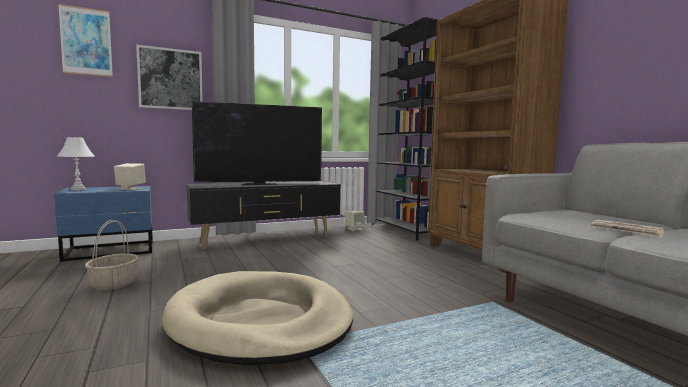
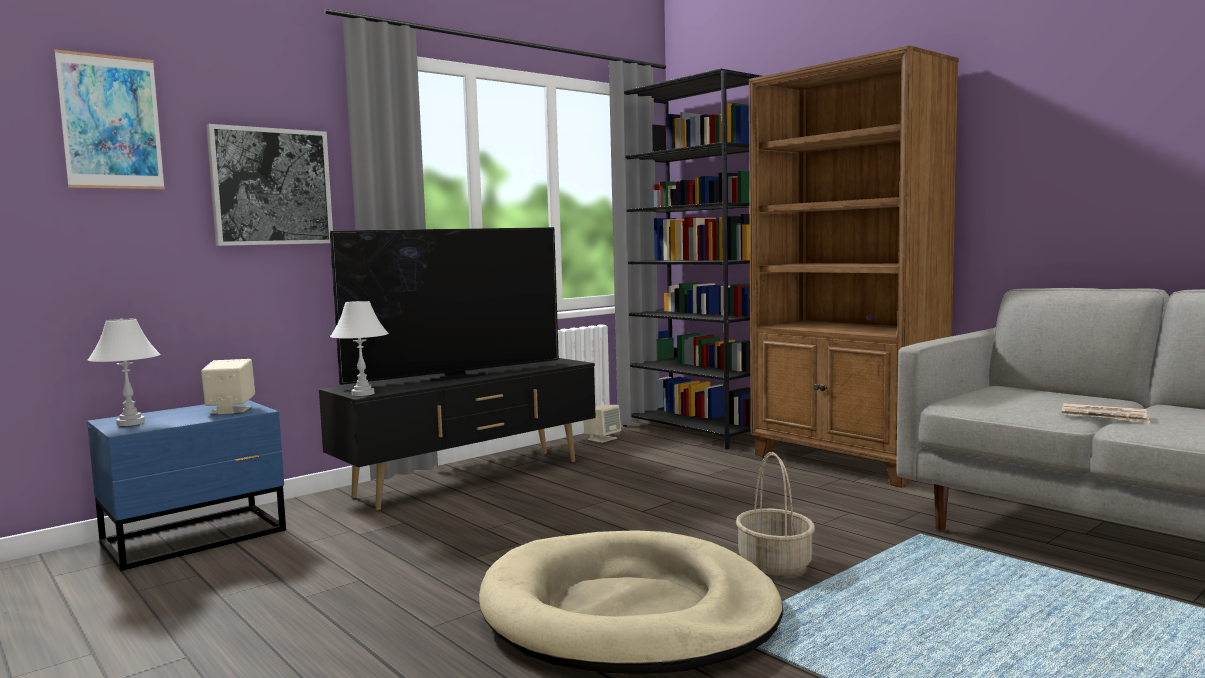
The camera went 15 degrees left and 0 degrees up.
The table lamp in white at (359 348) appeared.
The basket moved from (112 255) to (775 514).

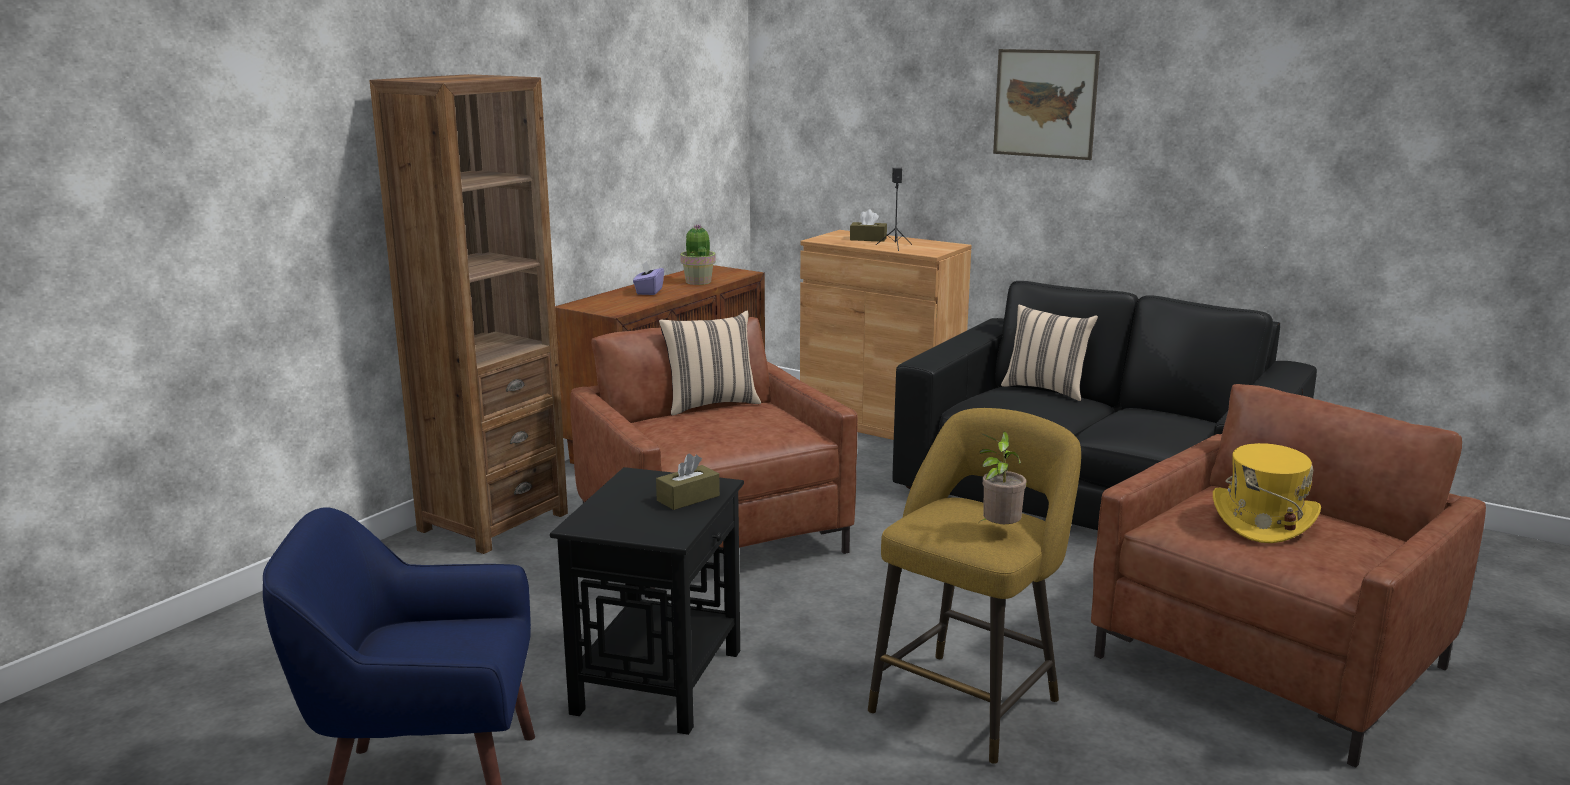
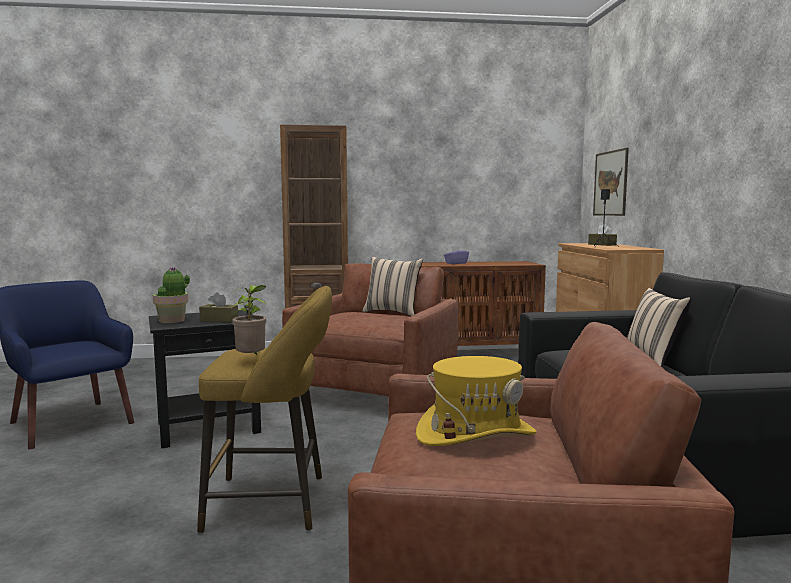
The camera went 50 degrees right and 10 degrees down.
The potted plant moved from (698 254) to (171 295).
The picture moved from (1046 104) to (611 182).

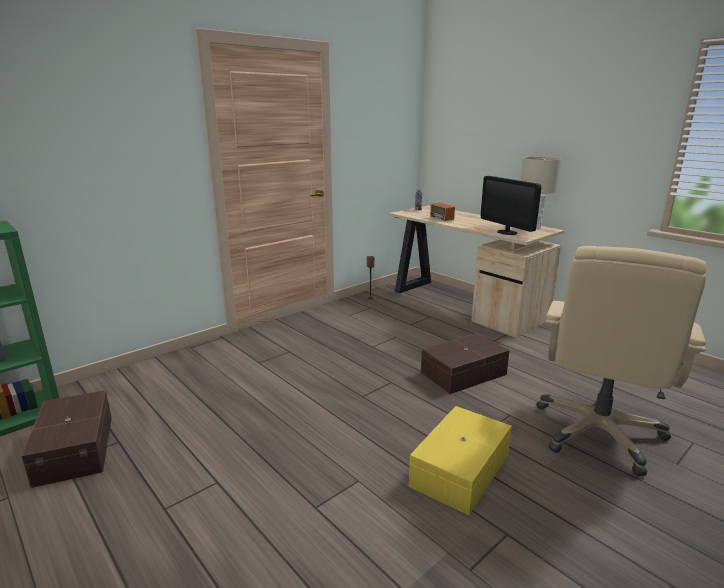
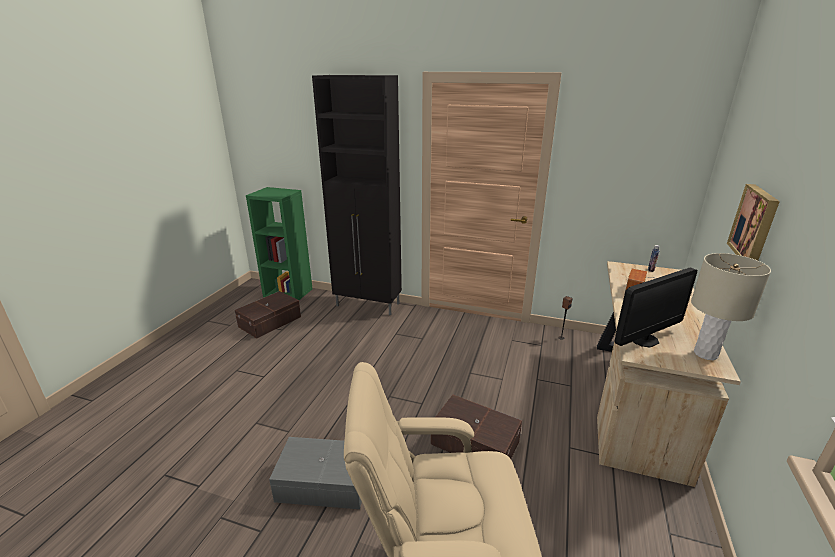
The camera went 60 degrees right and 5 degrees up.
The storage box in yellow at (460 460) became the storage box in grey at (315 473).
The cabinet in black at (357 195) appeared.
The monitor at (511 205) turned 150 degrees counterclockwise.
The picture at (753 222) appeared.

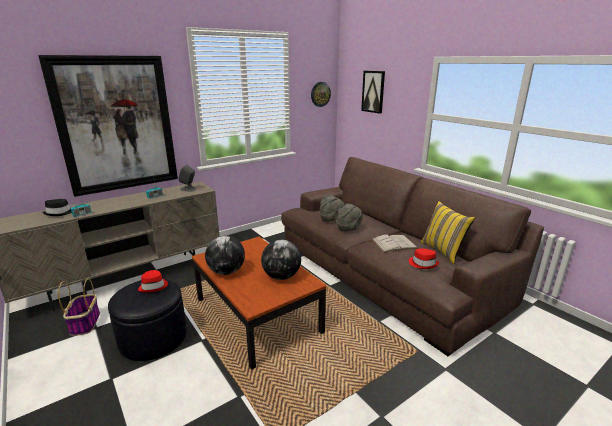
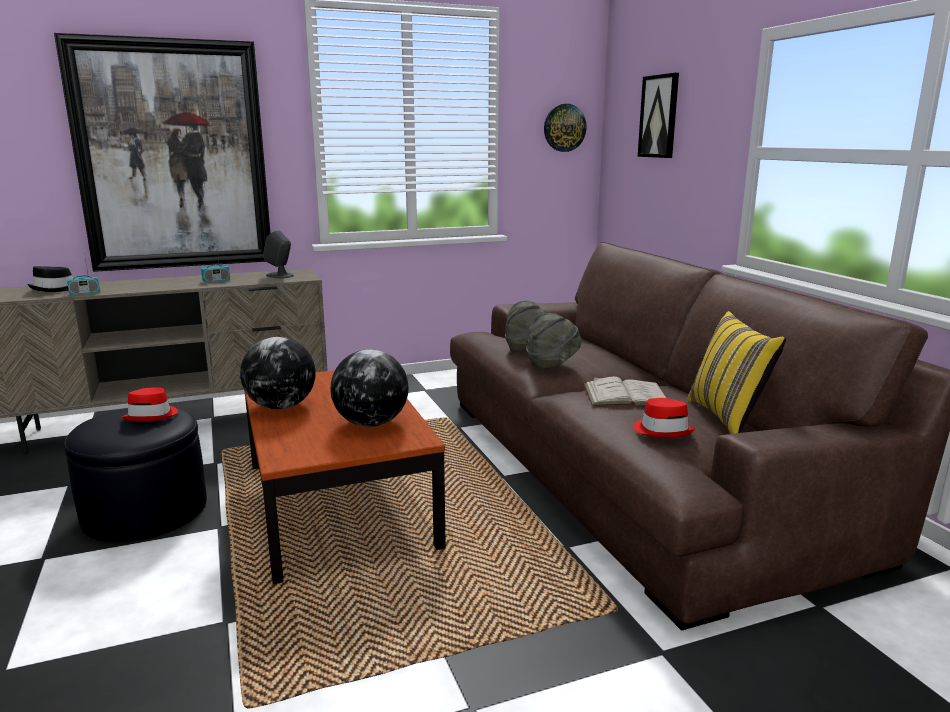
The camera went 15 degrees right and 5 degrees down.
The basket at (79 307) disappeared.

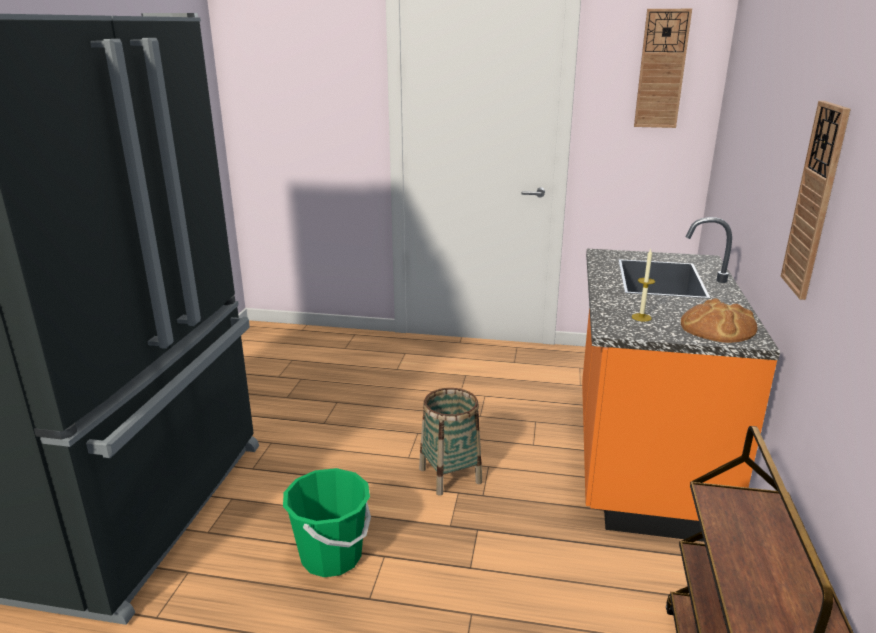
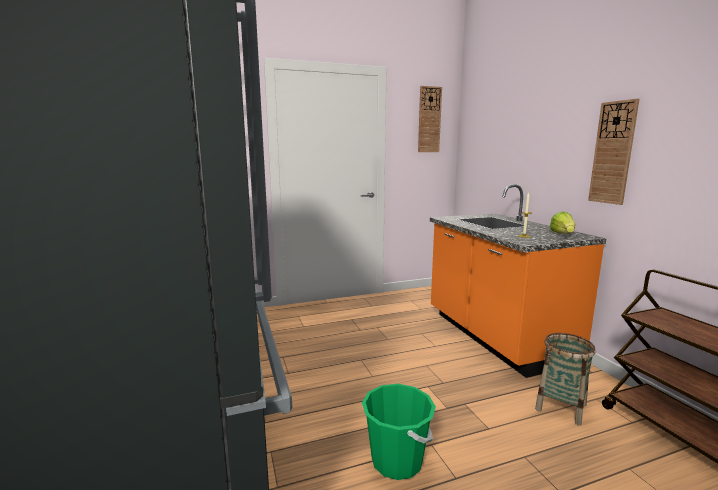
The camera went 30 degrees left and 10 degrees down.
The basket moved from (450 442) to (565 379).
The bread at (719 320) was replaced by the lettuce at (563 222).

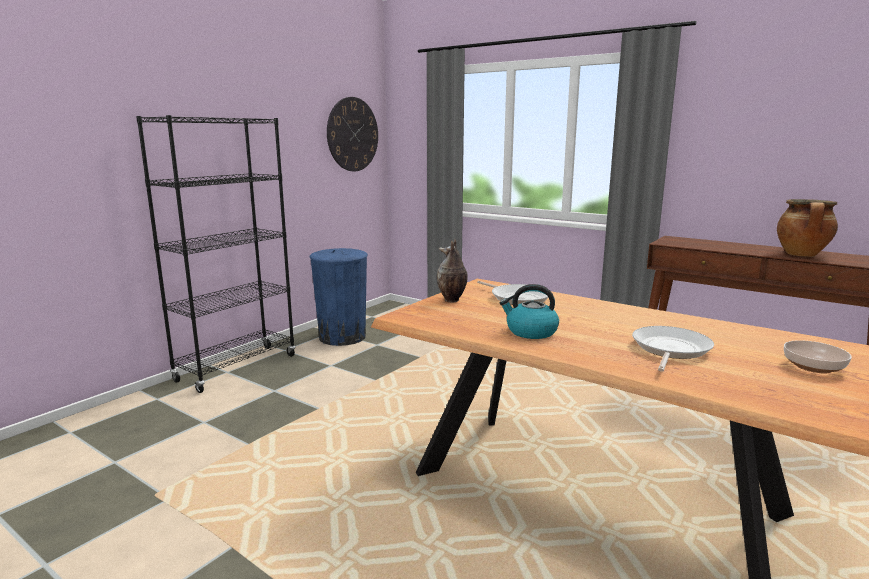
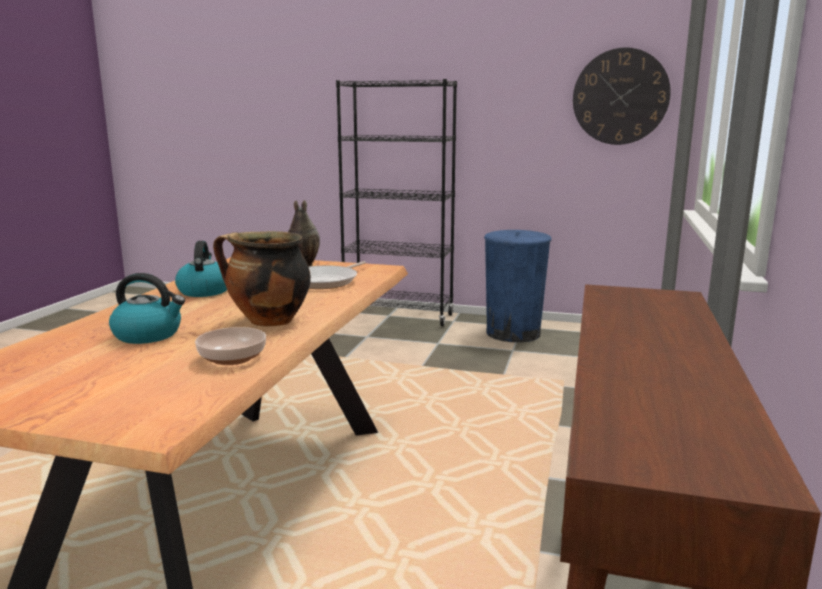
The camera went 70 degrees right and 0 degrees up.
The frying pan at (673 349) was replaced by the kettle at (147 308).
The bowl moved from (818 356) to (230 346).
The cooking pot moved from (807 228) to (262 279).

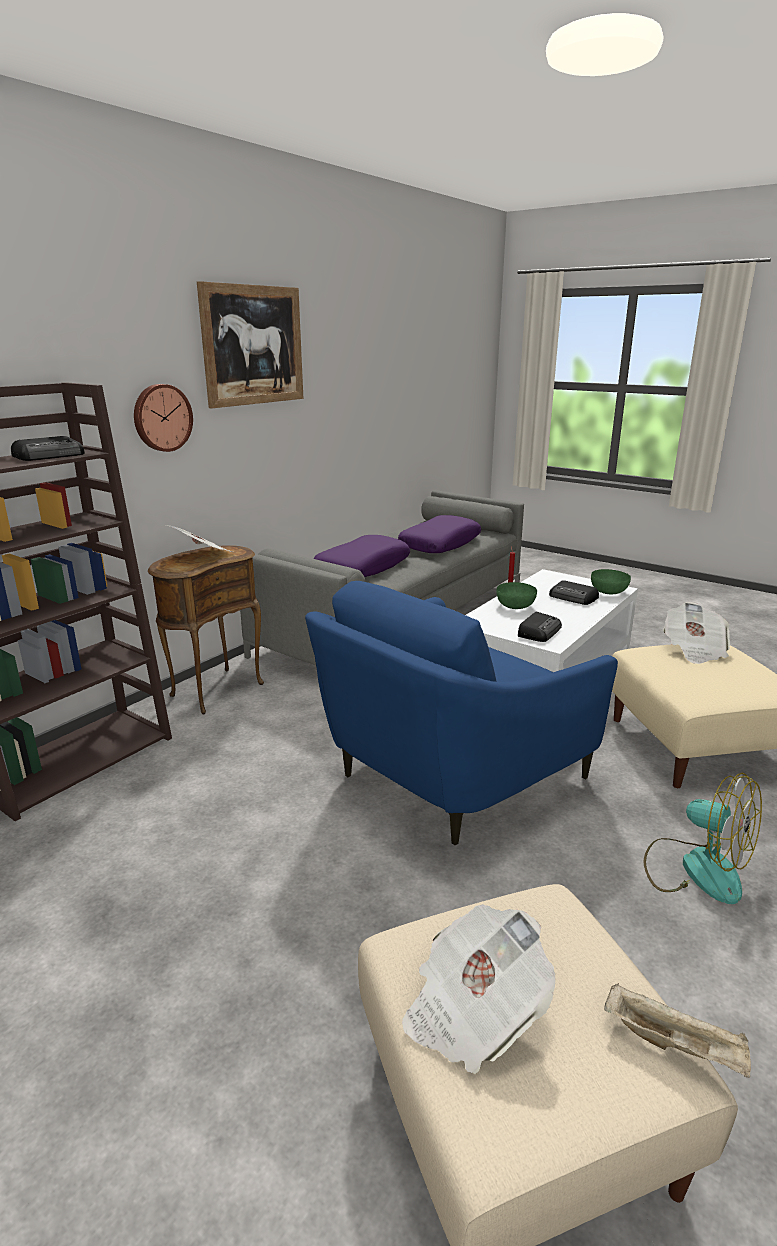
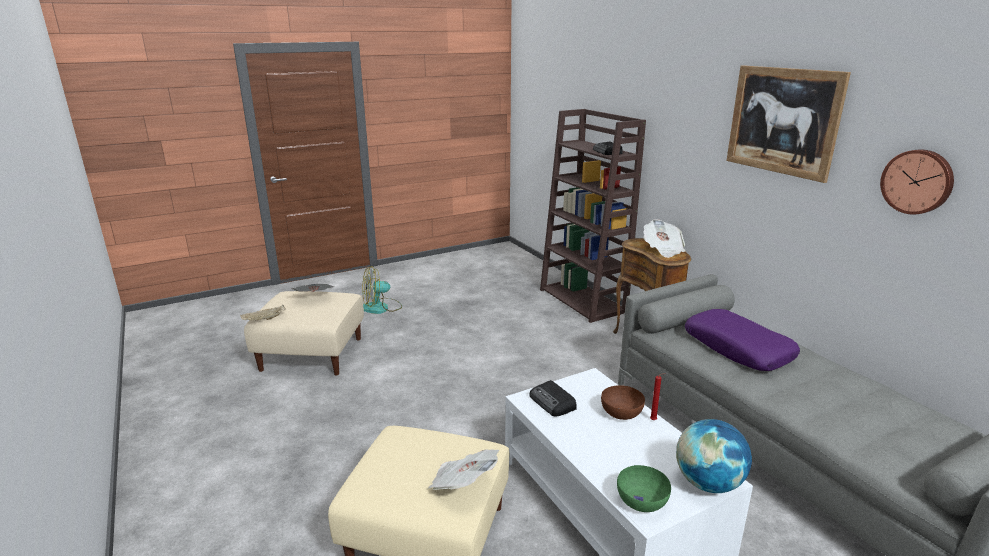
The camera went 115 degrees right and 0 degrees up.
The fan moved from (702 838) to (382 290).
The bowl in green at (516 595) became the bowl in brown at (623 402).
The globe at (714 456) appeared.
The wall clock moved from (163 418) to (917 182).
The armchair in blue at (461 713) disappeared.
The pillow in purple at (439 534) disappeared.
The radio at (574 592) disappeared.

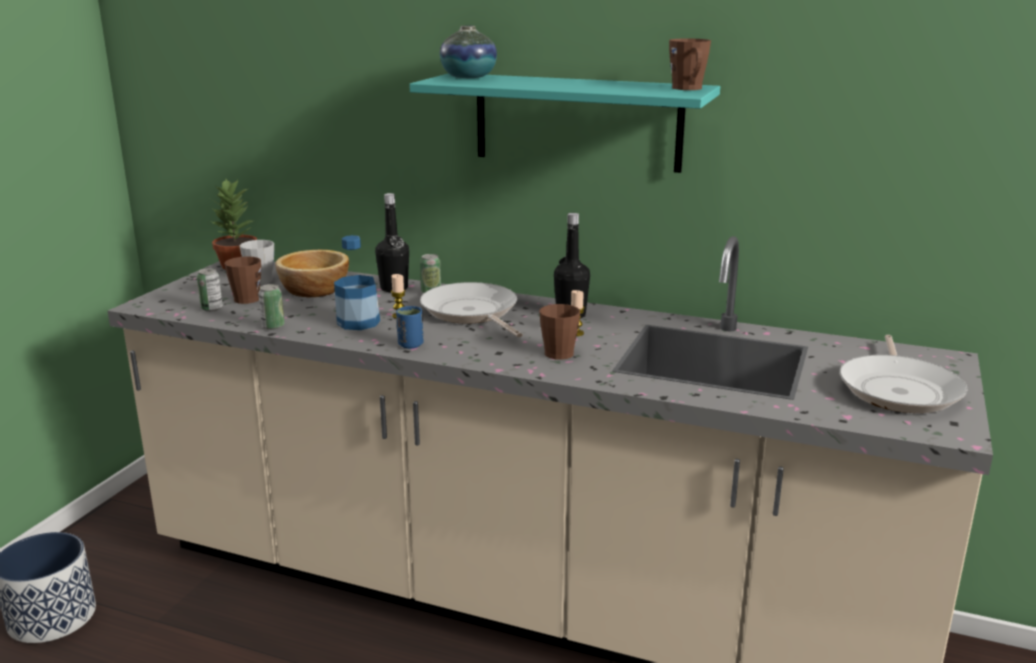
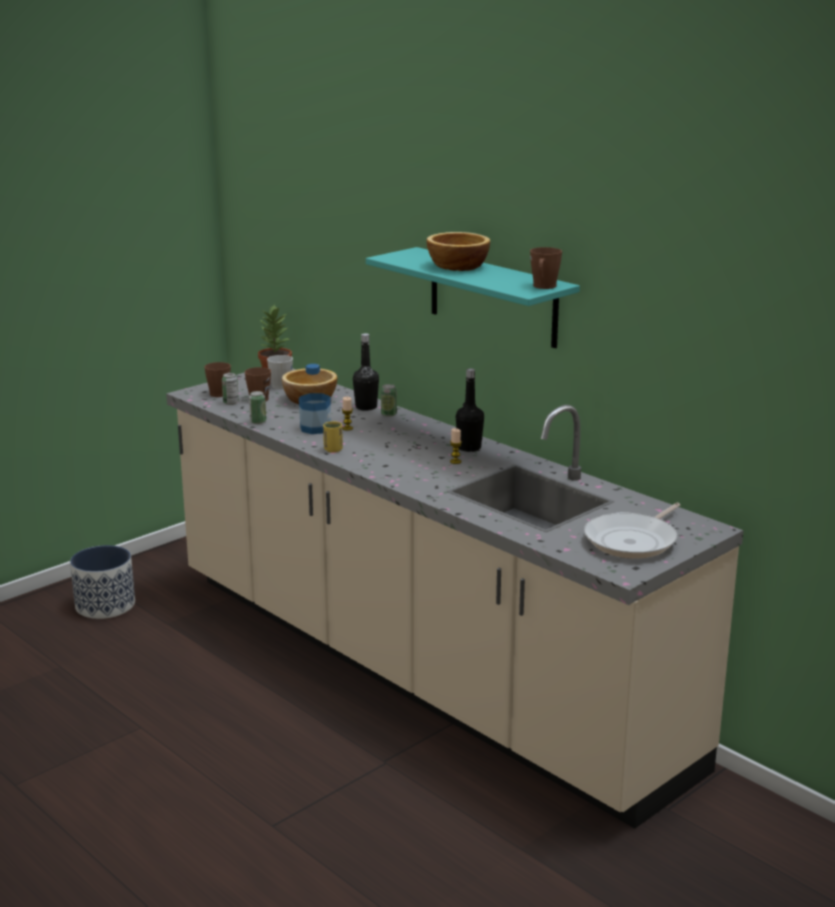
The camera went 25 degrees right and 0 degrees up.
The mug in brown moved from (559 332) to (217 379).
The cup in blue at (410 327) became the cup in yellow at (333 437).
The bowl at (458 251) appeared.
The frying pan at (471 309) disappeared.
The vase at (468 51) disappeared.

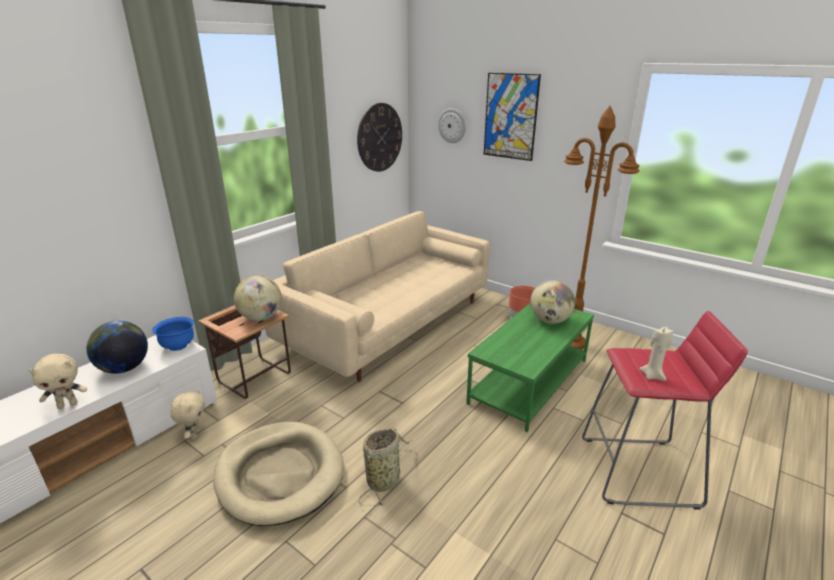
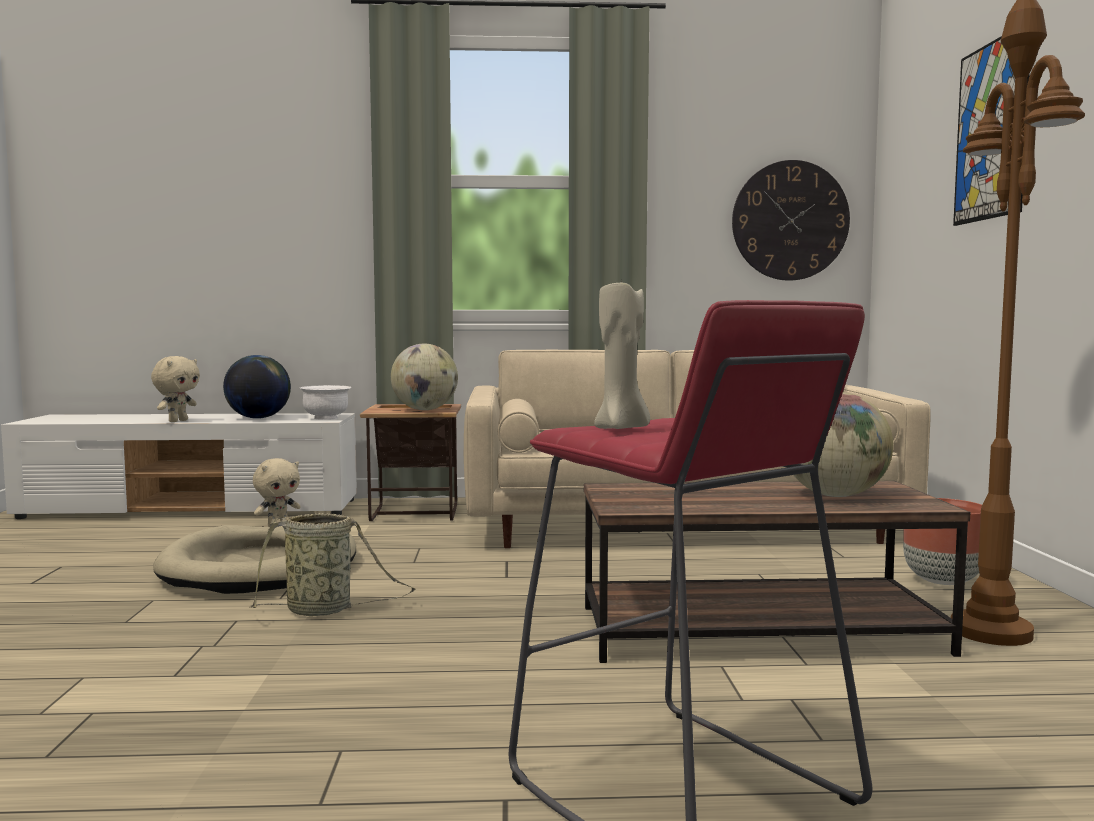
The camera went 50 degrees right and 20 degrees down.
The plush toy in beige at (58 381) turned 90 degrees counterclockwise.
The bowl in blue at (173 334) became the bowl in white at (325 402).
The coffee table in green at (530 367) became the coffee table in brown at (777 572).
The wall clock at (452 125) disappeared.

